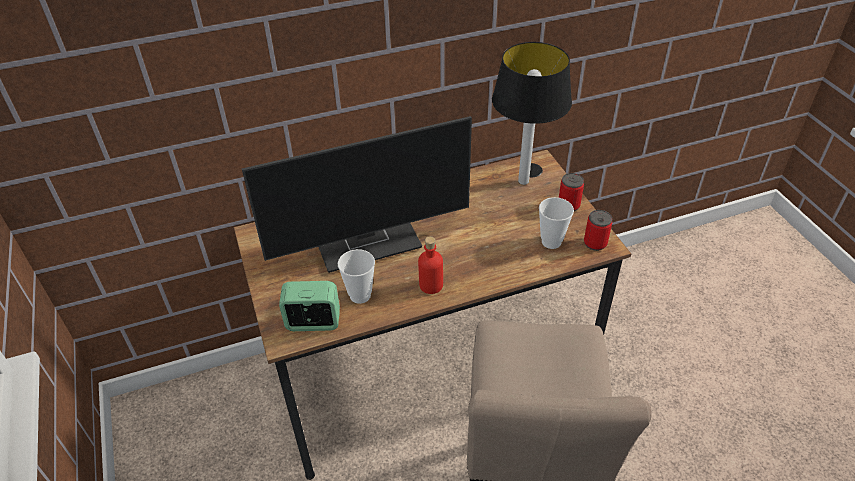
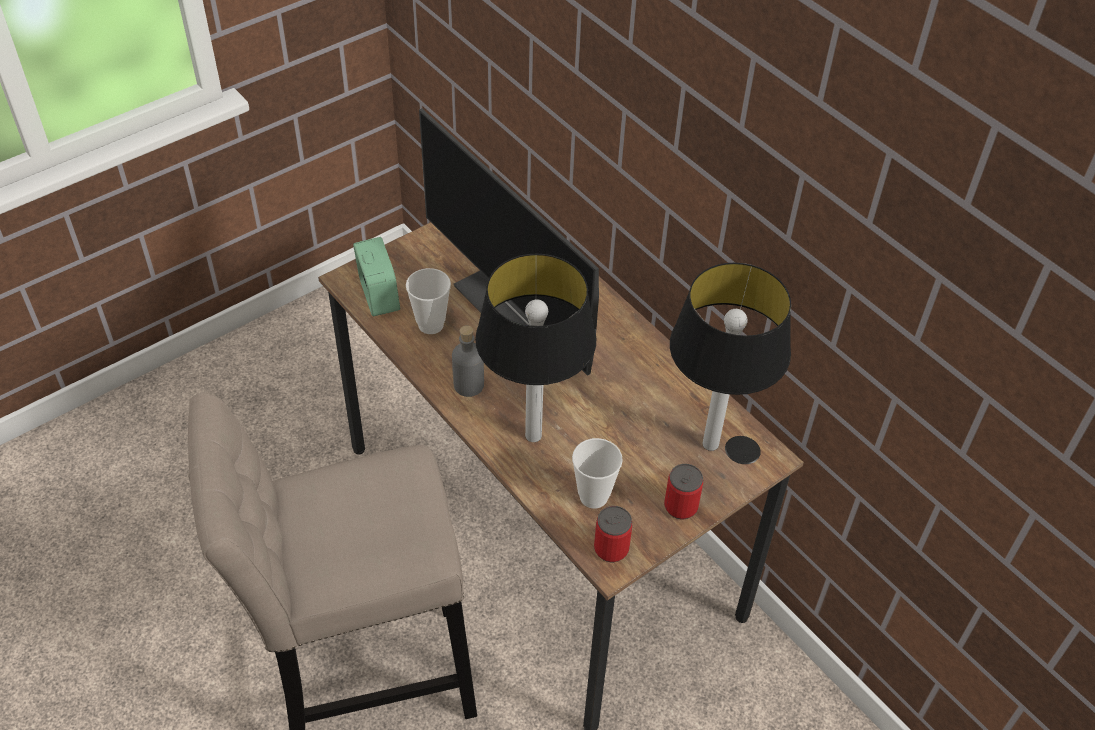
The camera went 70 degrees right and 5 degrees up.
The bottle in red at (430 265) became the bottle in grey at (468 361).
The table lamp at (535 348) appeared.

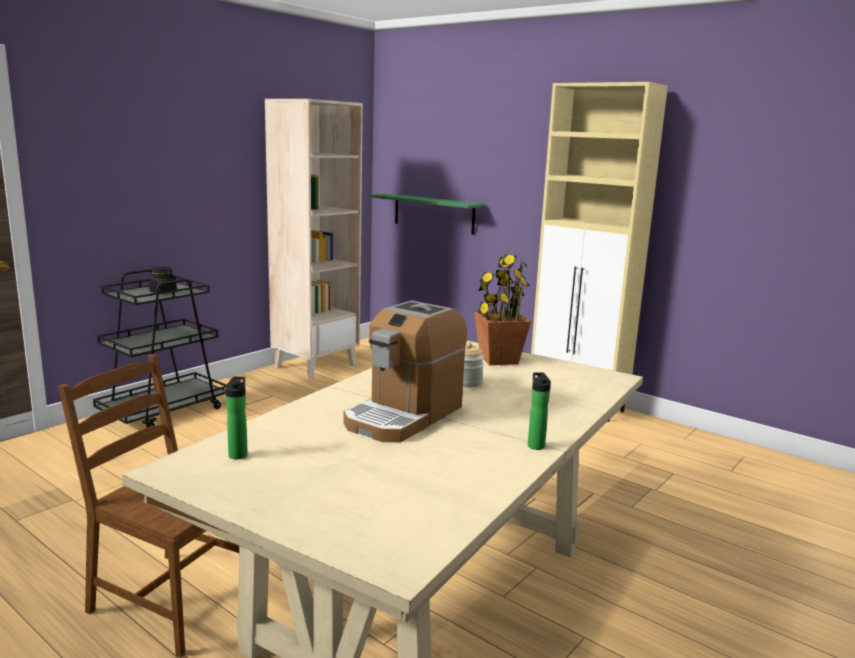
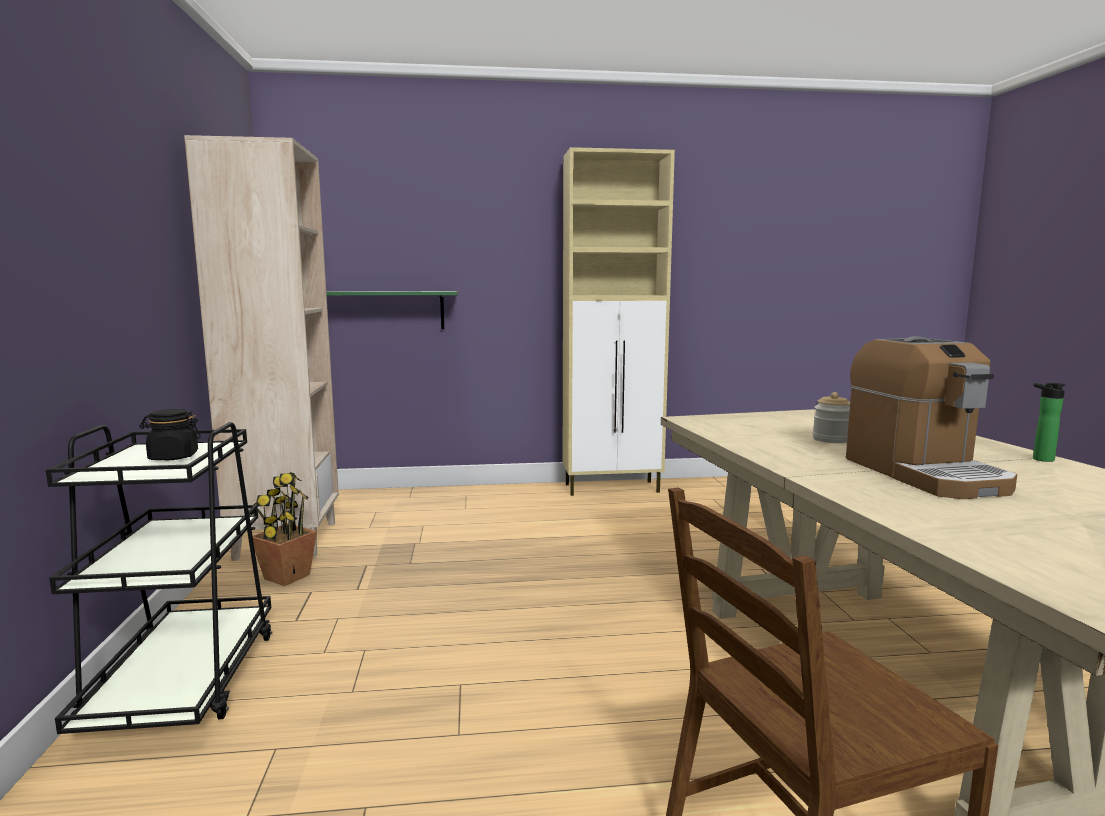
The camera went 45 degrees left and 5 degrees down.
The potted plant moved from (502 309) to (284 529).
The bottle at (237 418) disappeared.

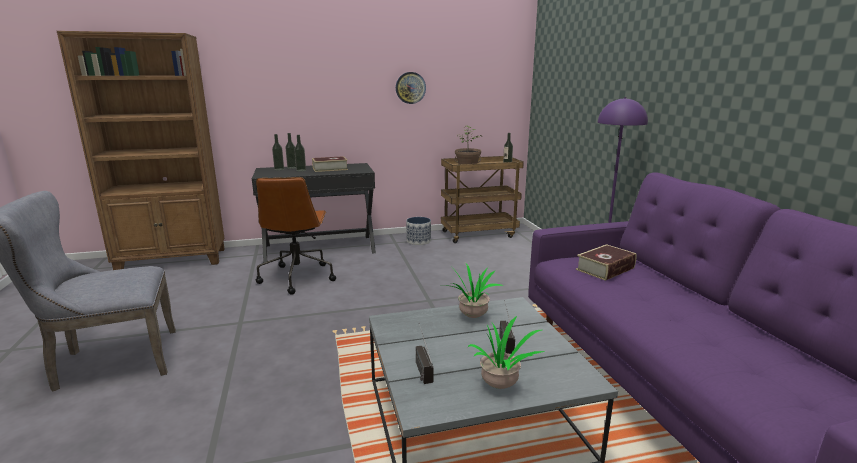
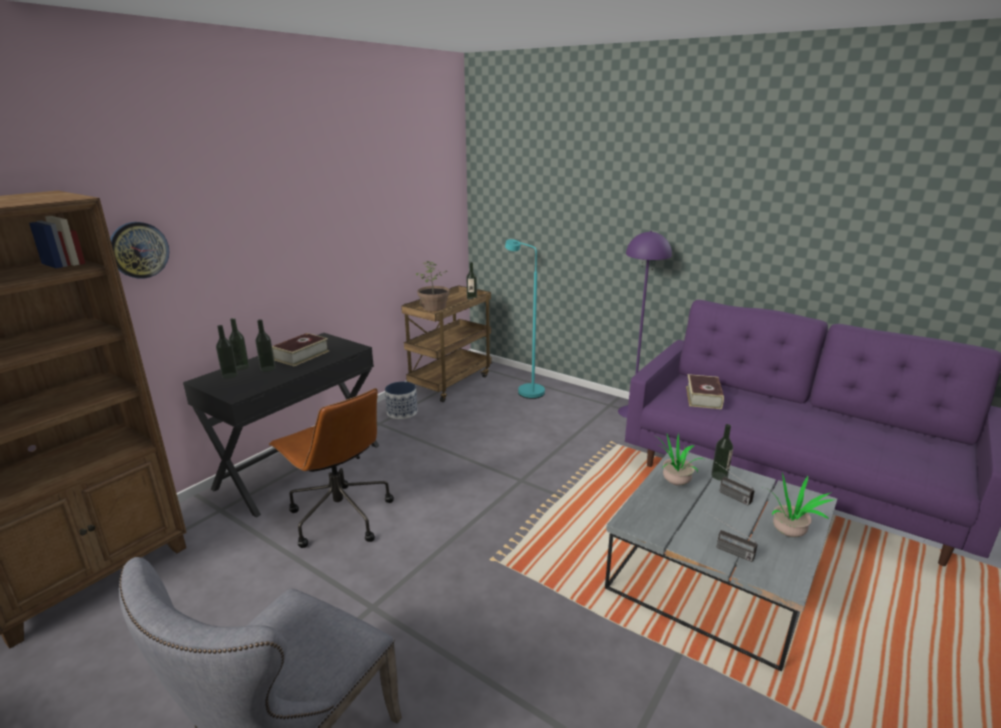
The camera went 40 degrees left and 5 degrees up.
The wall clock moved from (411 88) to (139 250).
The floor lamp in turquoise at (525 319) appeared.
The bottle at (722 452) appeared.

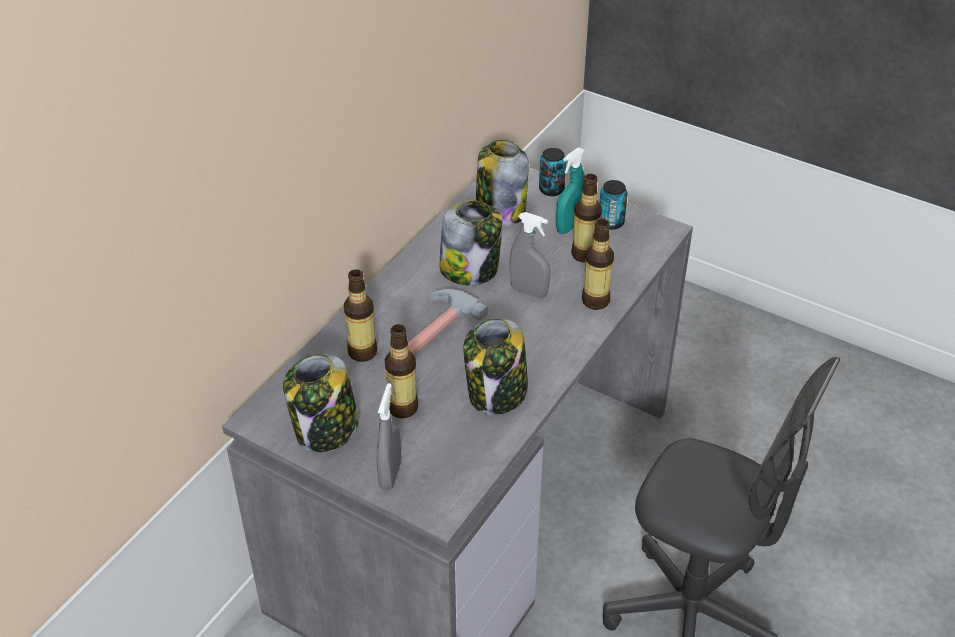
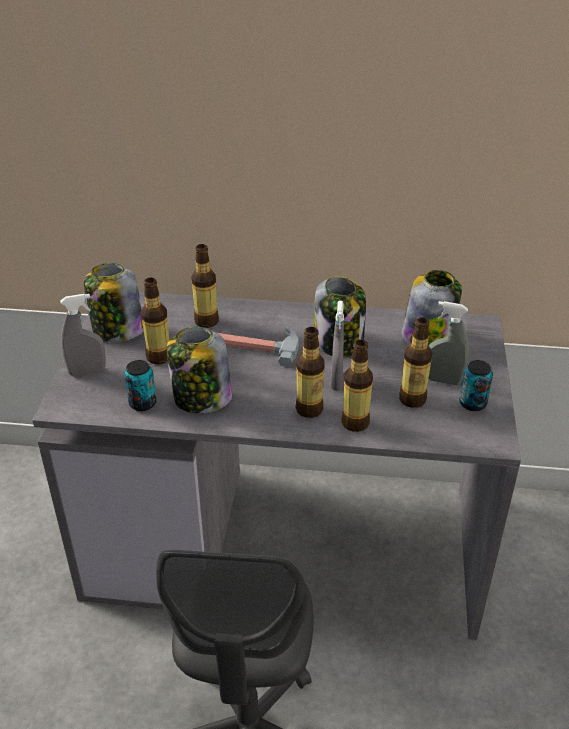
The camera went 65 degrees right and 5 degrees down.
The can moved from (552 172) to (140 385).
The bottle at (310 372) appeared.
The spray bottle in turquoise at (570 190) became the spray bottle in grey at (449 343).

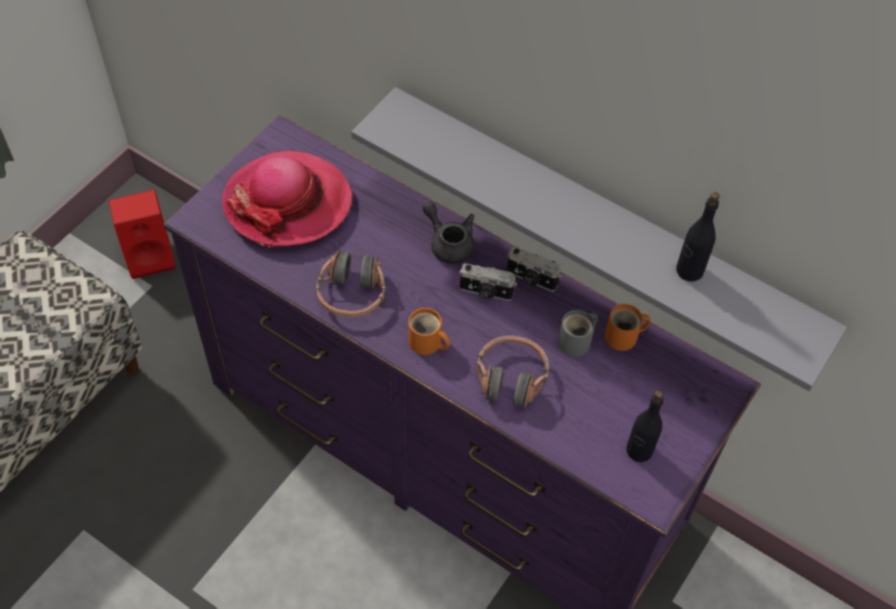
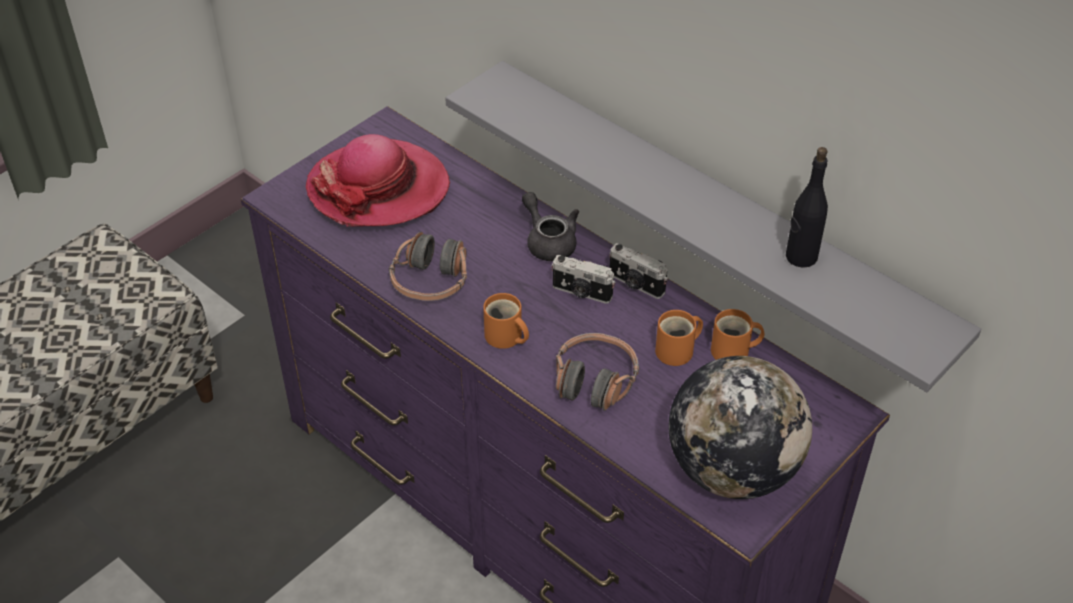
The camera went 10 degrees right and 10 degrees down.
The mug in grey at (578 333) became the mug in orange at (679 338).
The bottle in black at (645 426) was replaced by the globe at (740 427).
The speaker in red at (142 234) disappeared.

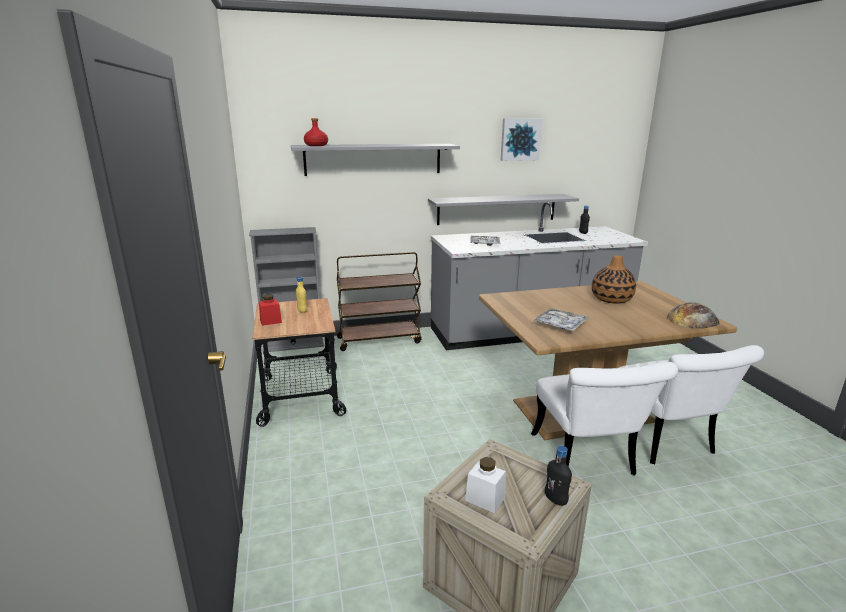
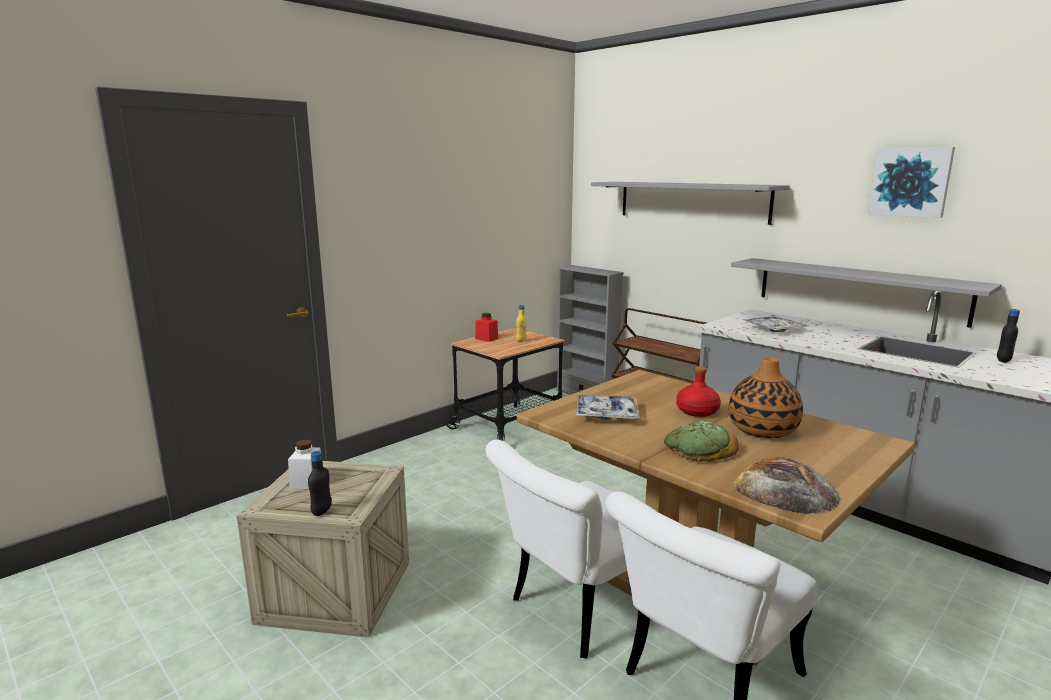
The camera went 60 degrees right and 5 degrees down.
The bread at (701 441) appeared.
The bottle in red moved from (316 132) to (698 391).

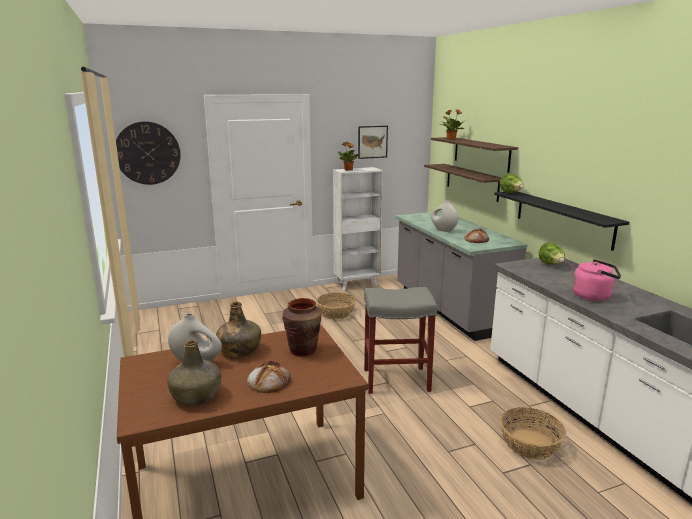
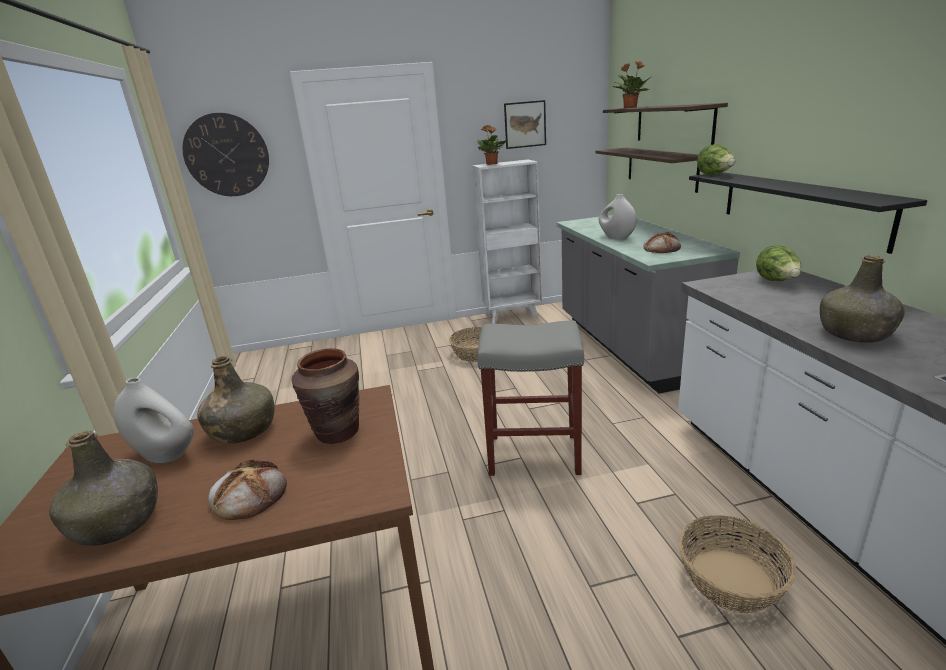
The camera went 10 degrees right and 5 degrees up.
The kettle in pink at (596 280) was replaced by the bottle in green at (862 299).

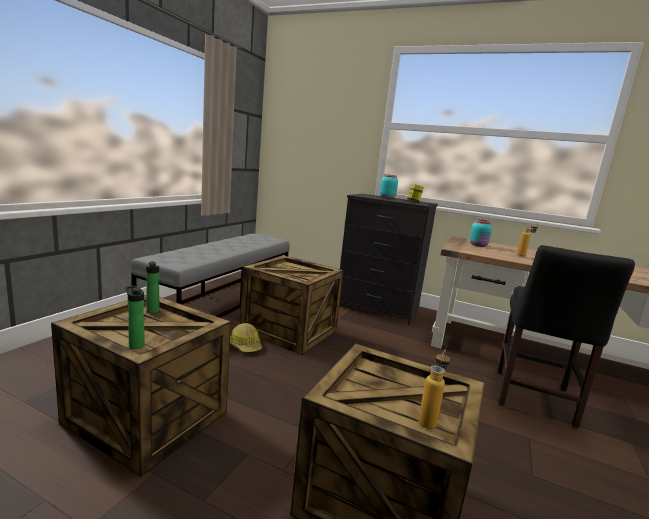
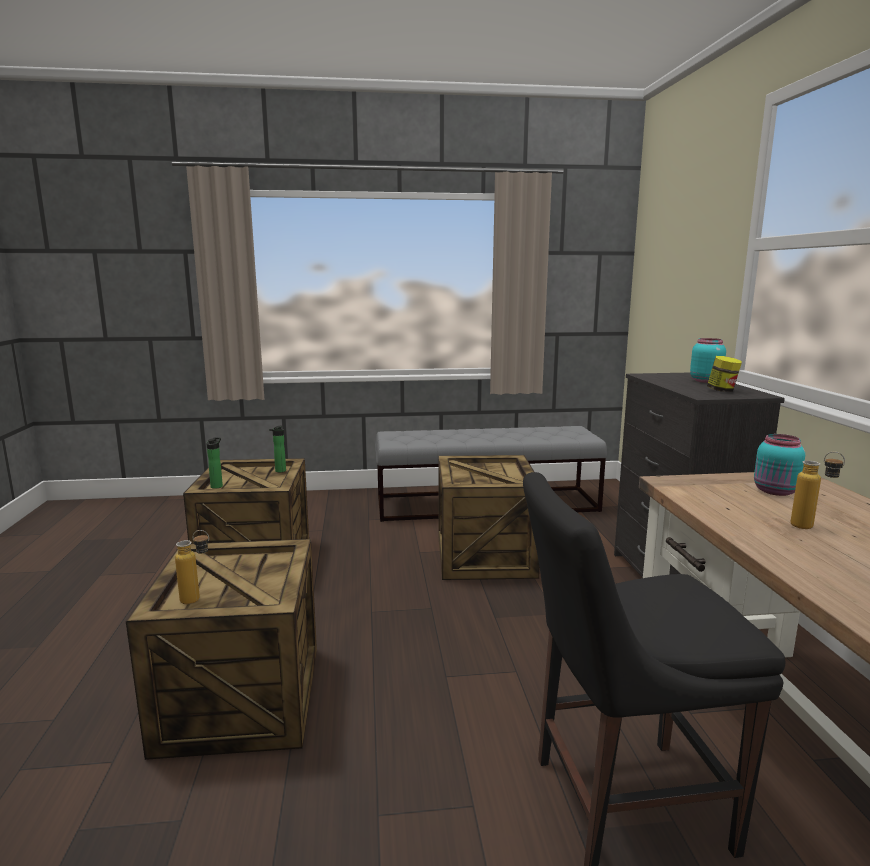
The camera went 60 degrees right and 0 degrees up.
The hard hat at (246 337) disappeared.

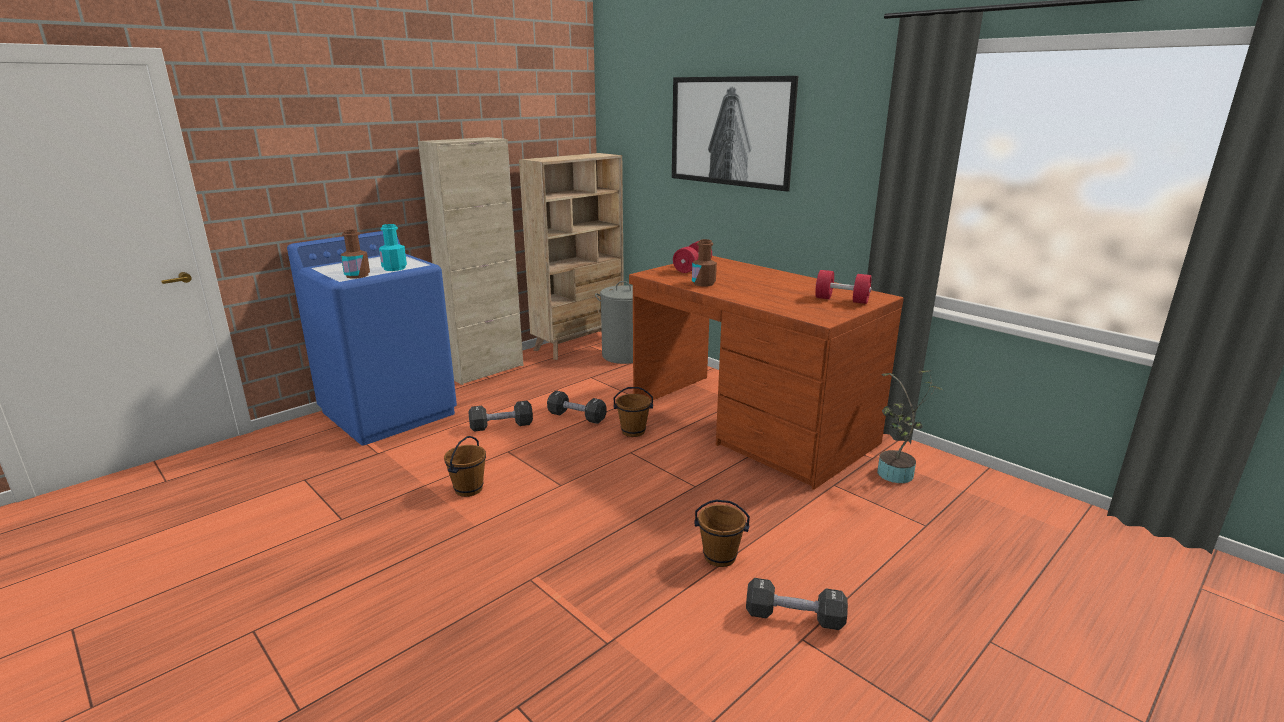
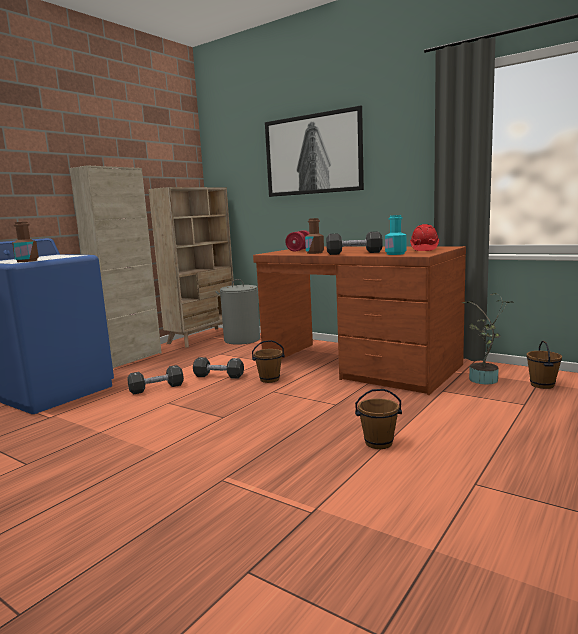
The camera went 10 degrees left and 10 degrees down.
The dumbbell in black moved from (797 604) to (354 243).
The bottle in turquoise moved from (393 247) to (395 235).
The dumbbell in red at (843 287) was replaced by the hard hat in red at (424 237).
The bucket in brown moved from (465 466) to (544 364).

